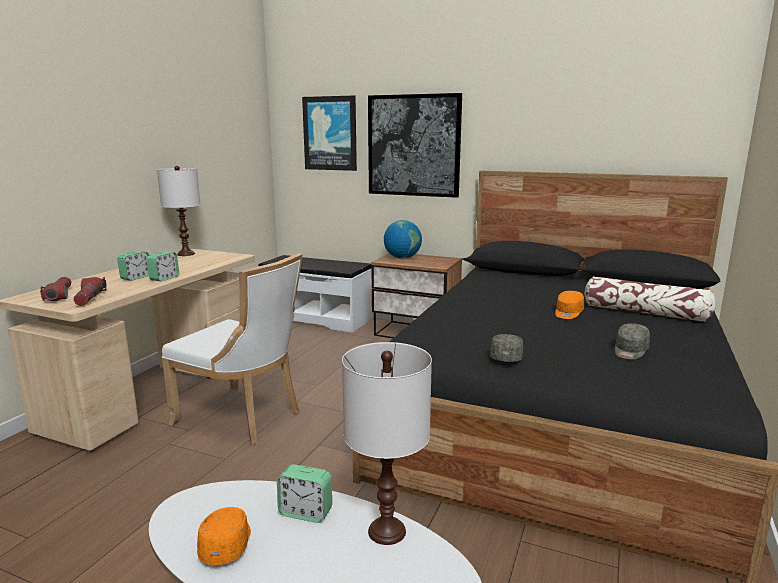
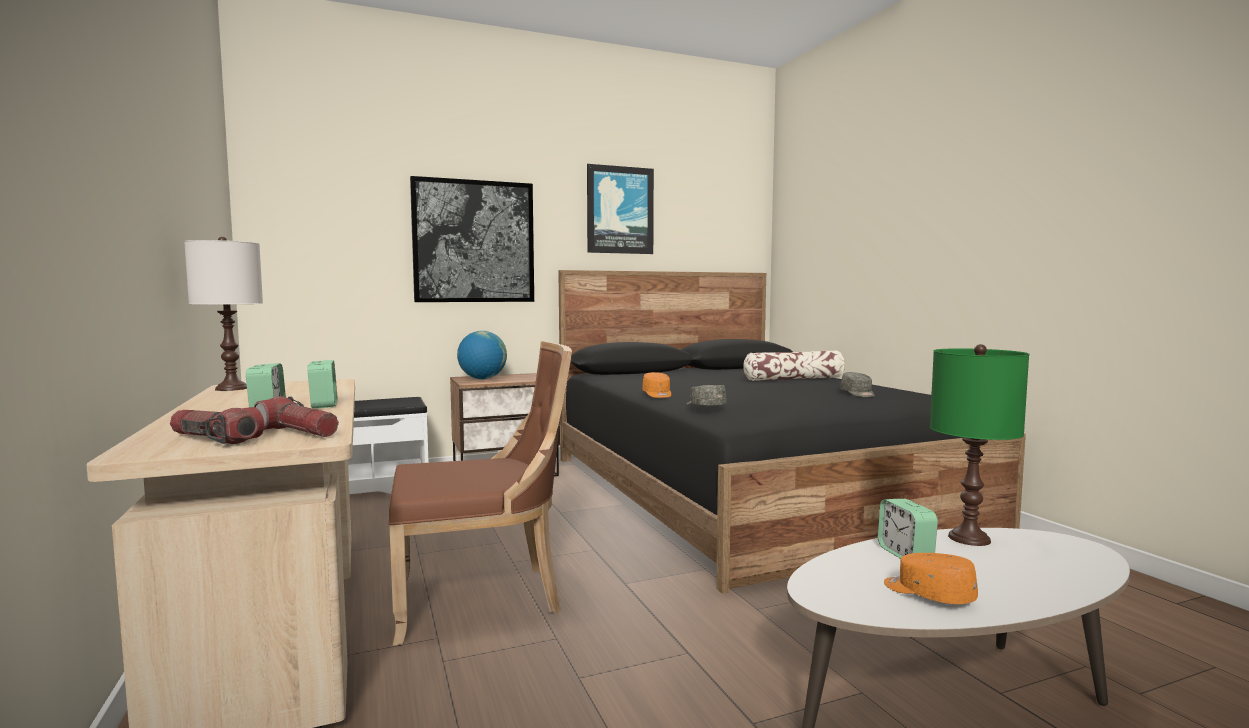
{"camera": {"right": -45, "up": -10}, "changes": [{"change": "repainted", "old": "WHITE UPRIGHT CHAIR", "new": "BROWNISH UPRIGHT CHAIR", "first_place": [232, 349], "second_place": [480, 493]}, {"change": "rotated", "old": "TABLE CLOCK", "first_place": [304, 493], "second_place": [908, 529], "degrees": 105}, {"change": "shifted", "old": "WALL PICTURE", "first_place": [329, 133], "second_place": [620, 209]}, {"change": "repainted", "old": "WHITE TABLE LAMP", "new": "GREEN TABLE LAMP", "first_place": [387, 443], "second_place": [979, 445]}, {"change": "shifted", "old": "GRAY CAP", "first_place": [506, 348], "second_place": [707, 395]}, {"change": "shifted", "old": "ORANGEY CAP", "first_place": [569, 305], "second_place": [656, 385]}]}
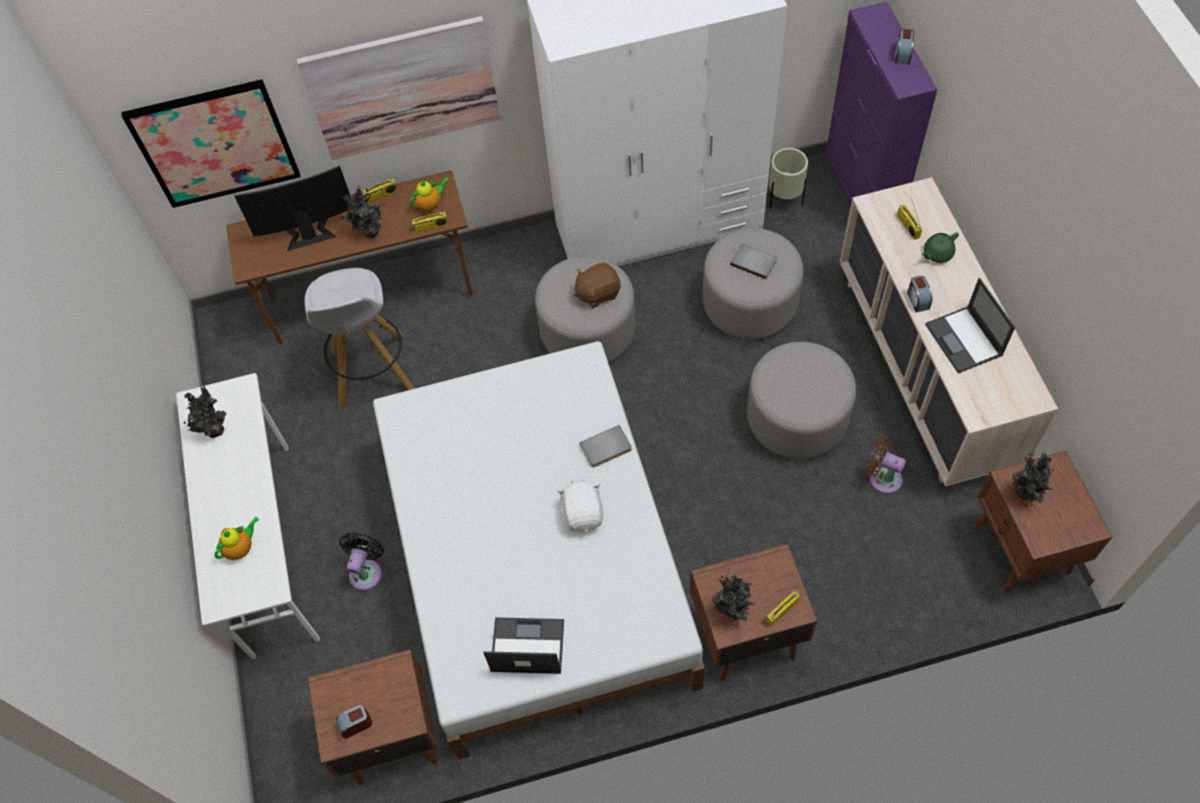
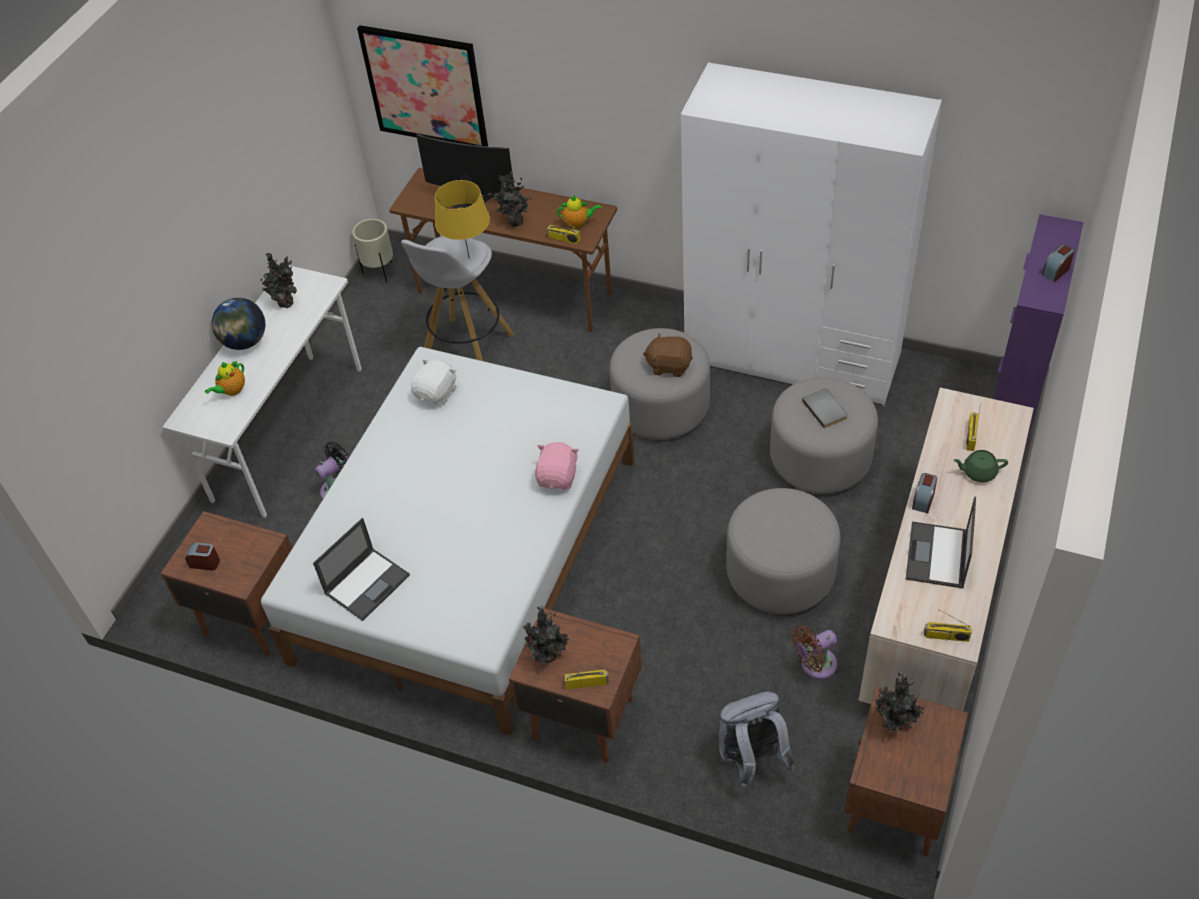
{"camera": {"right": 35, "up": -10}, "changes": [{"change": "rotated", "old": "TEAPOT", "first_place": [237, 538], "second_place": [225, 378], "degrees": 135}, {"change": "gone", "old": "WALL PICTURE", "first_place": [398, 88]}, {"change": "shifted", "old": "RADIO", "first_place": [380, 189], "second_place": [948, 625]}, {"change": "rotated", "old": "LAPTOP", "first_place": [523, 645], "second_place": [361, 569], "degrees": 90}, {"change": "shifted", "old": "WHITE PLUSH TOY", "first_place": [580, 506], "second_place": [434, 382]}, {"change": "swapped", "old": "GRAY VOLUME", "new": "PINK PLUSH TOY", "first_place": [605, 446], "second_place": [557, 466]}, {"change": "shifted", "old": "BEIGE FLOWER POT", "first_place": [788, 178], "second_place": [372, 250]}, {"change": "rotated", "old": "BROWNISH ELECTRIC FAN", "first_place": [885, 464], "second_place": [815, 652], "degrees": -90}, {"change": "new", "new": "DESK GLOBE", "second_place": [238, 324]}, {"change": "new", "new": "YELLOW-COLOURED TABLE LAMP", "second_place": [462, 218]}, {"change": "new", "new": "GRAY RUCKSACK", "second_place": [757, 740]}]}
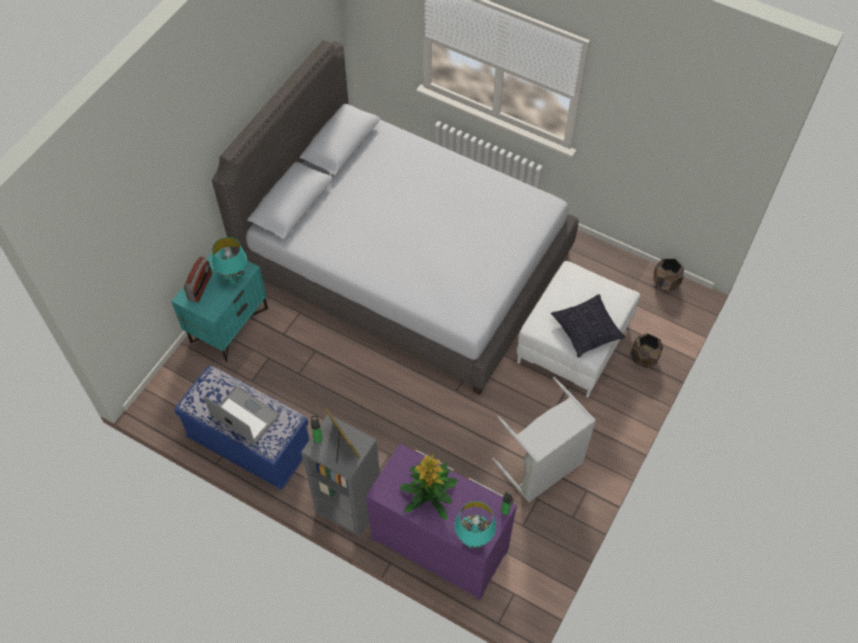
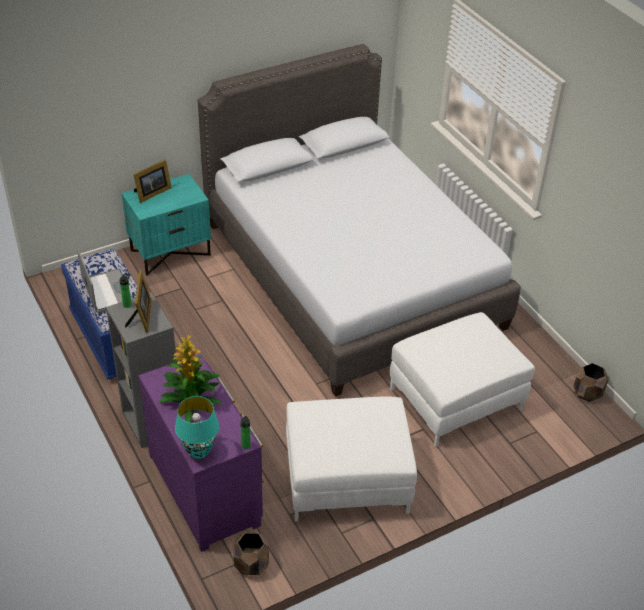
{"camera": {"right": 30, "up": -15}, "changes": [{"change": "swapped", "old": "RADIO", "new": "PICTURE FRAME", "first_place": [198, 279], "second_place": [152, 181]}, {"change": "gone", "old": "BLUE-GREEN TABLE LAMP", "first_place": [229, 260]}, {"change": "swapped", "old": "GRAY WASHING BASKET", "new": "WHITE OTTOMAN", "first_place": [544, 439], "second_place": [351, 458]}, {"change": "gone", "old": "CUSHION", "first_place": [588, 325]}, {"change": "shifted", "old": "BROWNISH FLOWER POT", "first_place": [646, 350], "second_place": [251, 554]}]}
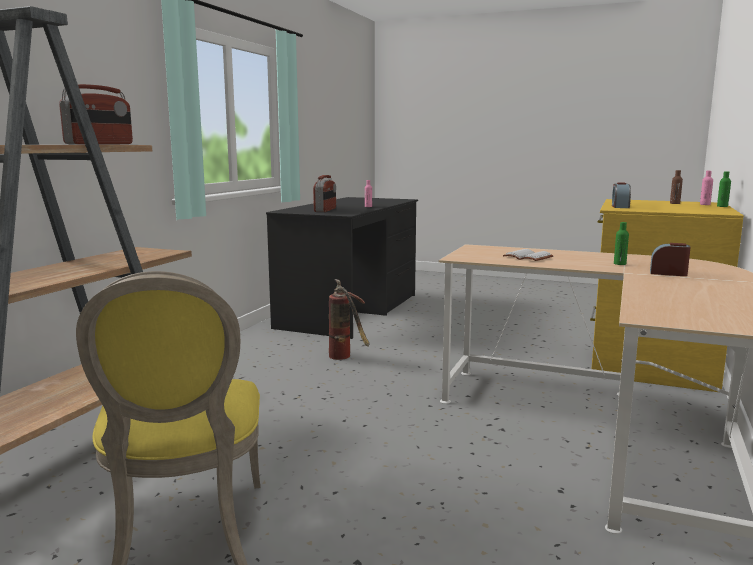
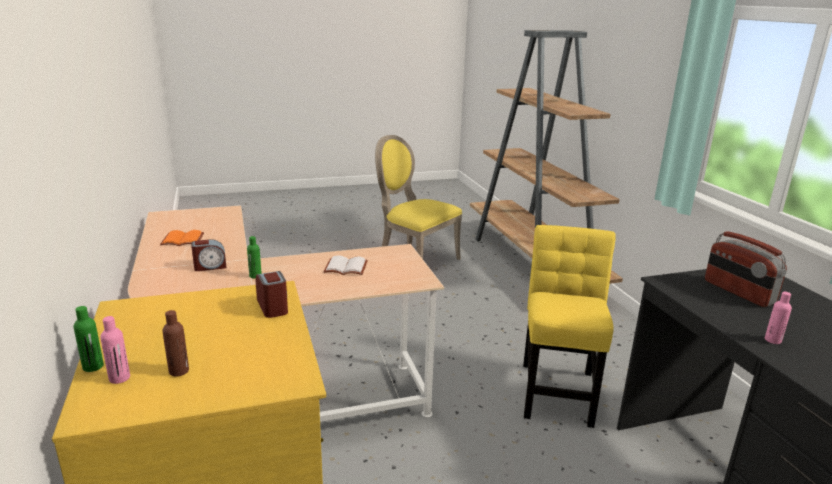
{"camera": {"right": 140, "up": 10}, "changes": [{"change": "gone", "old": "RADIO", "first_place": [96, 114]}, {"change": "swapped", "old": "FIRE EXTINGUISHER", "new": "YELLOW-COLOURED UPRIGHT CHAIR", "first_place": [349, 319], "second_place": [569, 326]}, {"change": "new", "new": "ORANGEY VOLUME", "second_place": [182, 238]}]}
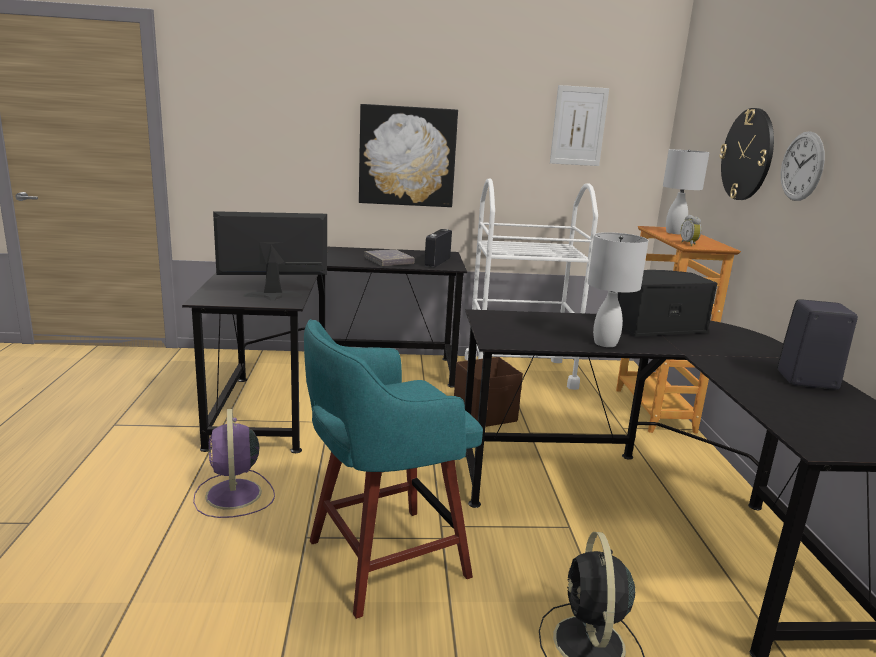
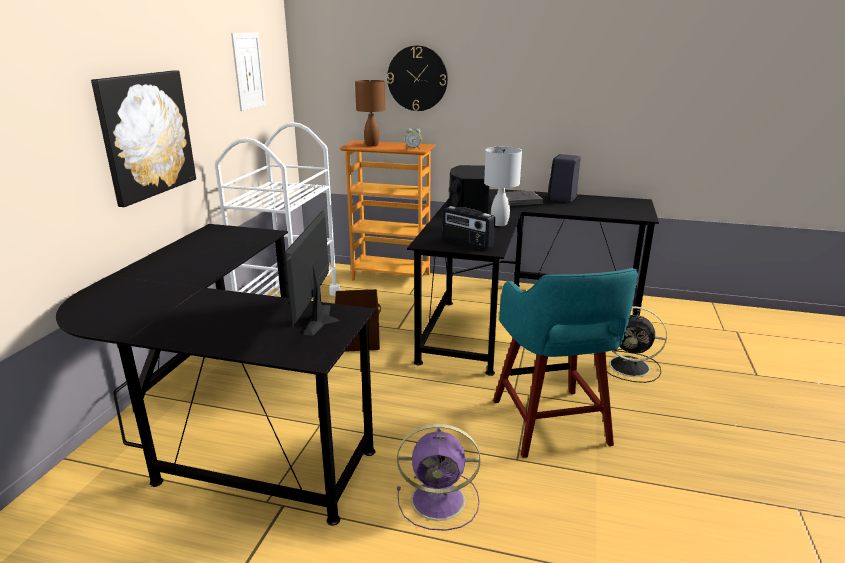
{"camera": {"right": -70, "up": 5}, "changes": [{"change": "shifted", "old": "GRAY VOLUME", "first_place": [390, 257], "second_place": [524, 198]}, {"change": "shifted", "old": "RADIO", "first_place": [438, 248], "second_place": [468, 228]}, {"change": "repainted", "old": "WHITE TABLE LAMP", "new": "BROWNISH TABLE LAMP", "first_place": [686, 191], "second_place": [370, 113]}, {"change": "gone", "old": "CLOCK ON THE WALL", "first_place": [803, 166]}]}
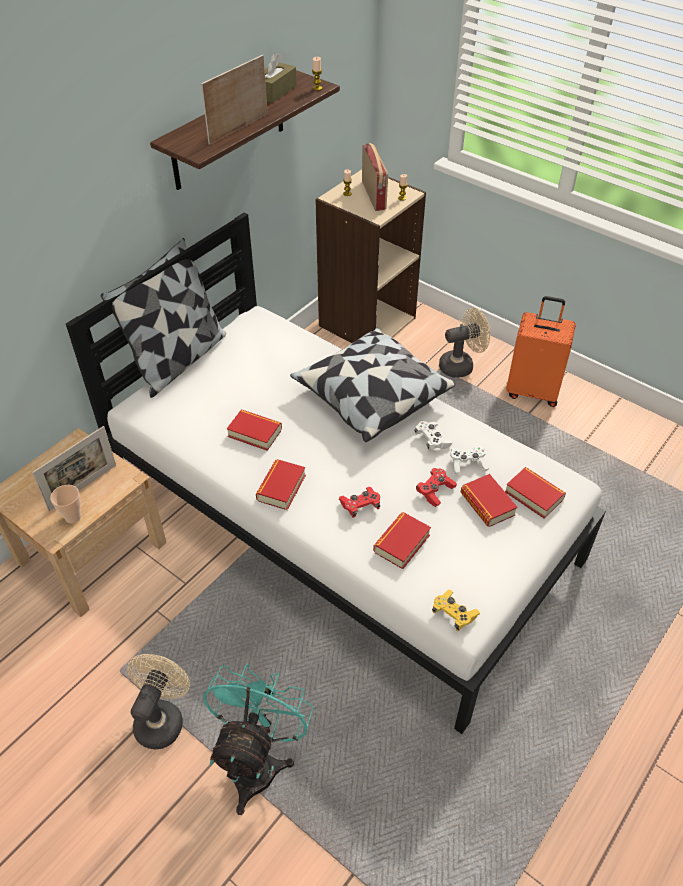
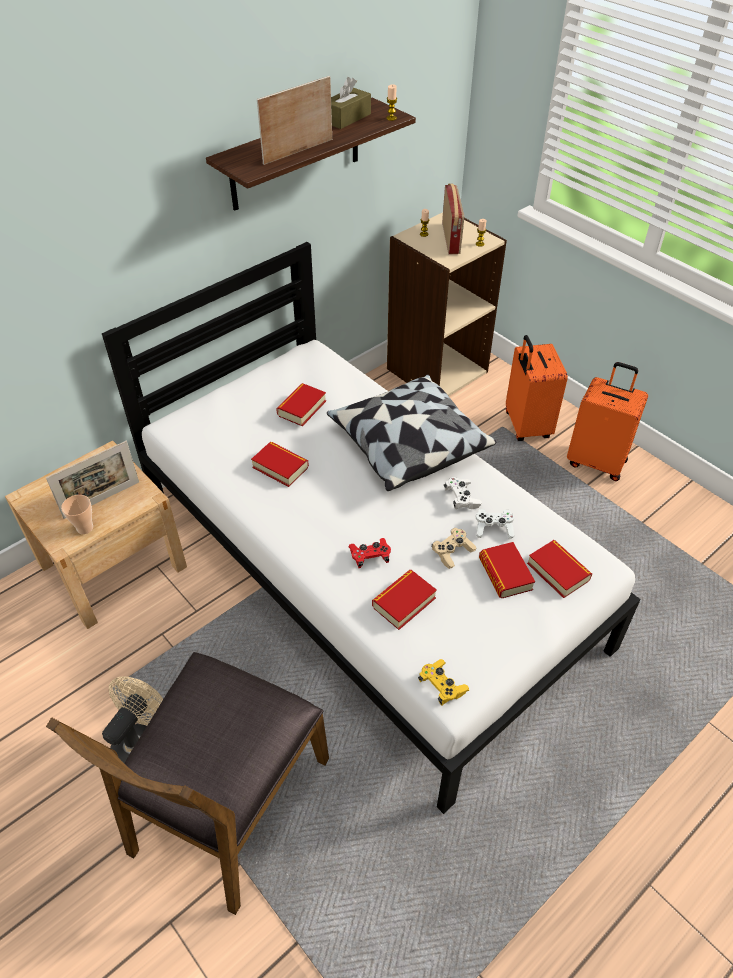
{"camera": {"right": 10, "up": 0}, "changes": [{"change": "gone", "old": "CUSHION", "first_place": [163, 318]}, {"change": "swapped", "old": "BLUE-GREEN ELECTRIC FAN", "new": "BROWNISH UPRIGHT CHAIR", "first_place": [258, 739], "second_place": [187, 783]}, {"change": "shifted", "old": "VOLUME", "first_place": [281, 484], "second_place": [301, 404]}, {"change": "repainted", "old": "REDDISH JOYPAD", "new": "BEIGE JOYPAD", "first_place": [436, 487], "second_place": [454, 548]}, {"change": "swapped", "old": "BEIGE ELECTRIC FAN", "new": "ORANGEY SUITCASE", "first_place": [464, 343], "second_place": [537, 388]}]}
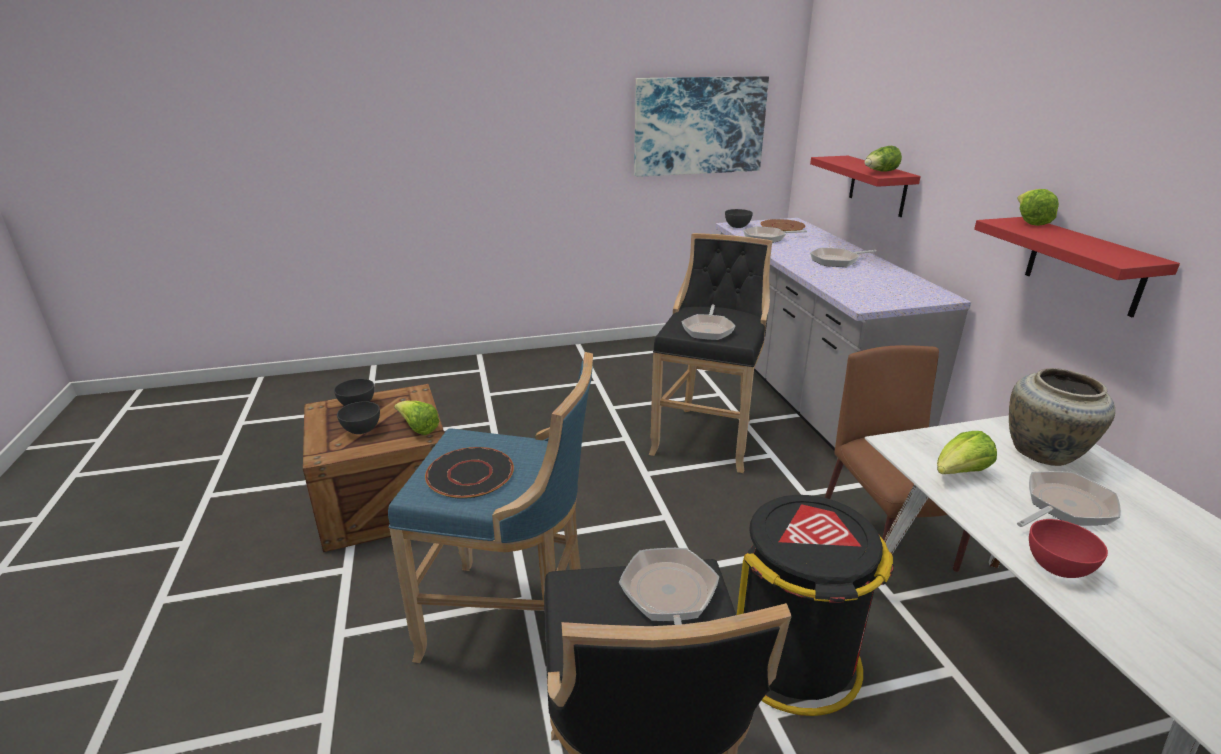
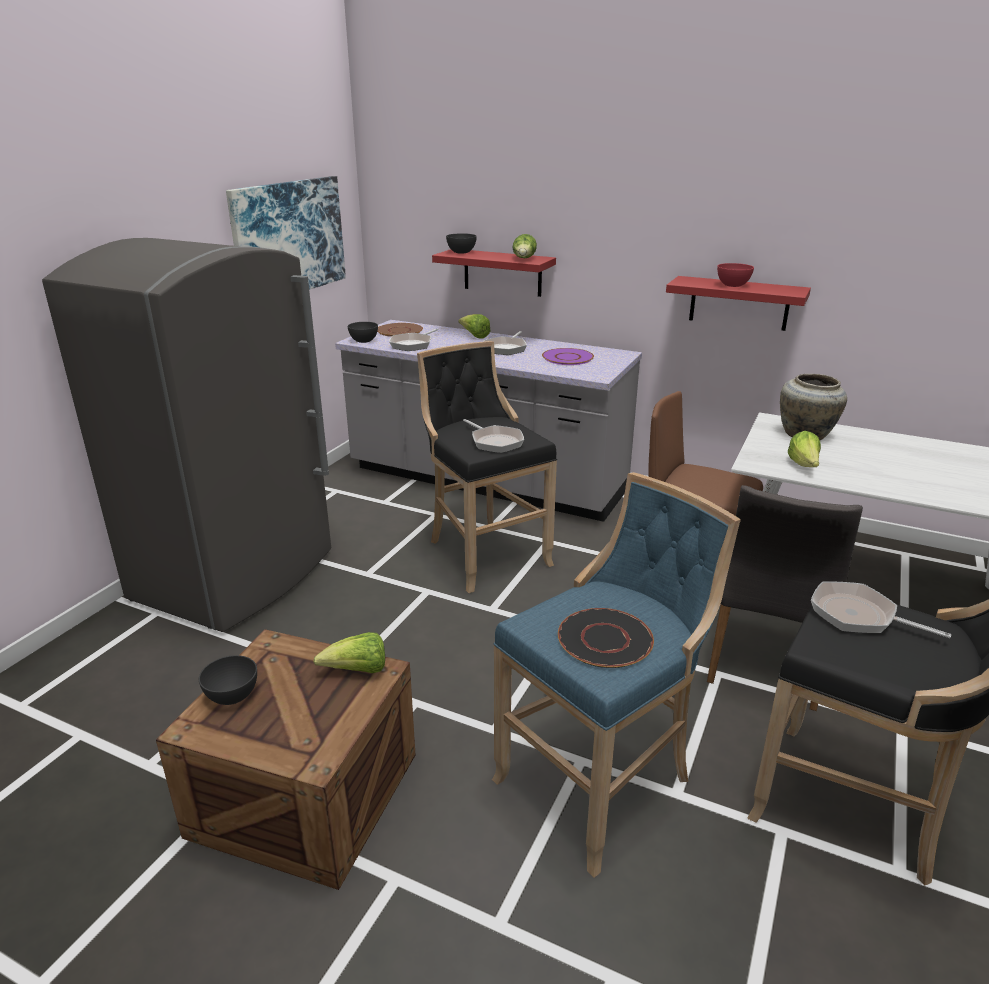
{"camera": {"right": -50, "up": 0}, "changes": [{"change": "shifted", "old": "GRAY SERVING BOWL", "first_place": [358, 417], "second_place": [461, 243]}, {"change": "swapped", "old": "BLACK-COLOURED WASTE BIN", "new": "GRAY UPRIGHT CHAIR", "first_place": [815, 605], "second_place": [785, 598]}, {"change": "shifted", "old": "LETTUCE HEAD", "first_place": [1038, 207], "second_place": [474, 326]}, {"change": "gone", "old": "FRYING PAN", "first_place": [1069, 499]}, {"change": "shifted", "old": "REDDISH SERVING BOWL", "first_place": [1068, 548], "second_place": [735, 275]}, {"change": "new", "new": "GRAY REFRIGERATOR", "second_place": [186, 435]}, {"change": "new", "new": "PURPLE-COLOURED PLATE", "second_place": [568, 356]}]}
